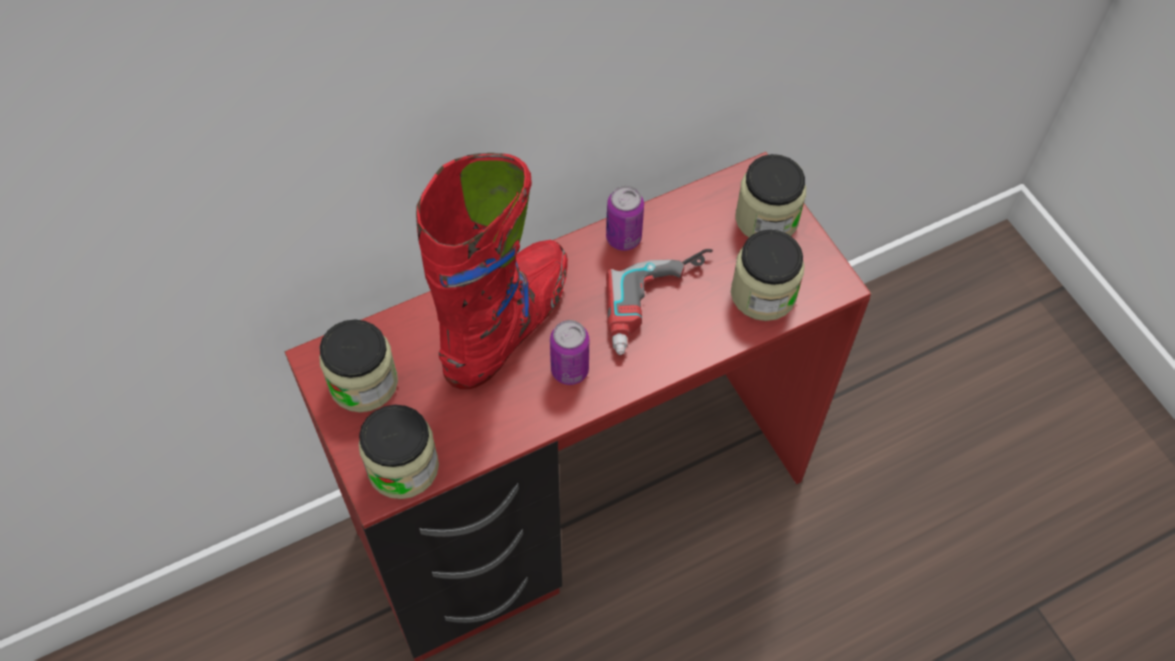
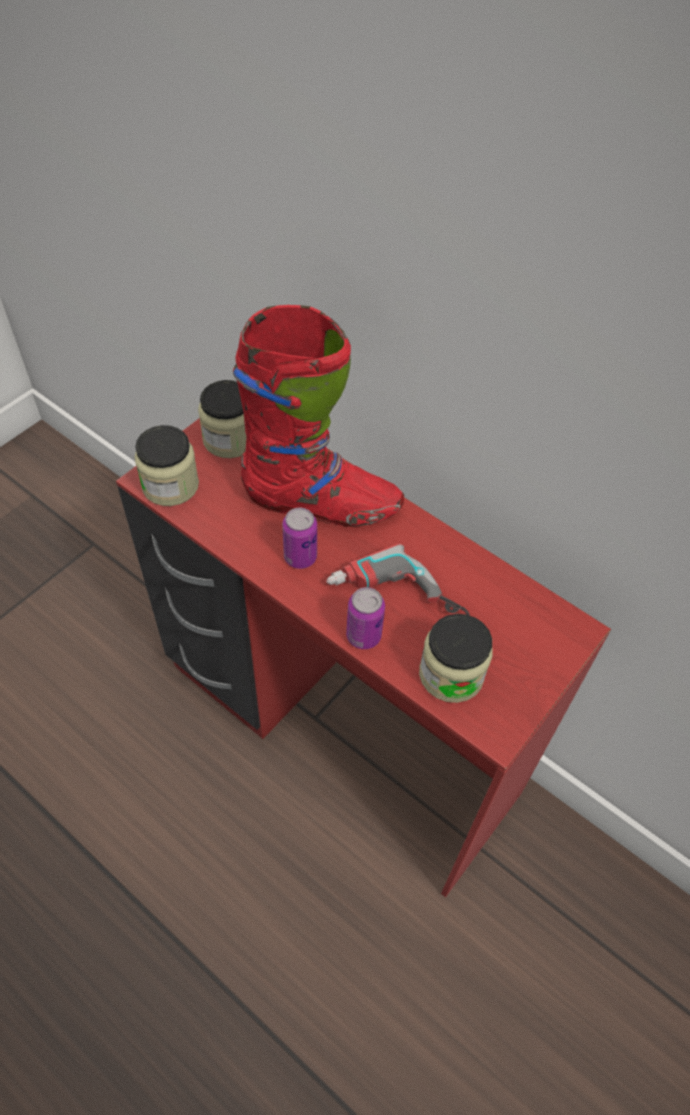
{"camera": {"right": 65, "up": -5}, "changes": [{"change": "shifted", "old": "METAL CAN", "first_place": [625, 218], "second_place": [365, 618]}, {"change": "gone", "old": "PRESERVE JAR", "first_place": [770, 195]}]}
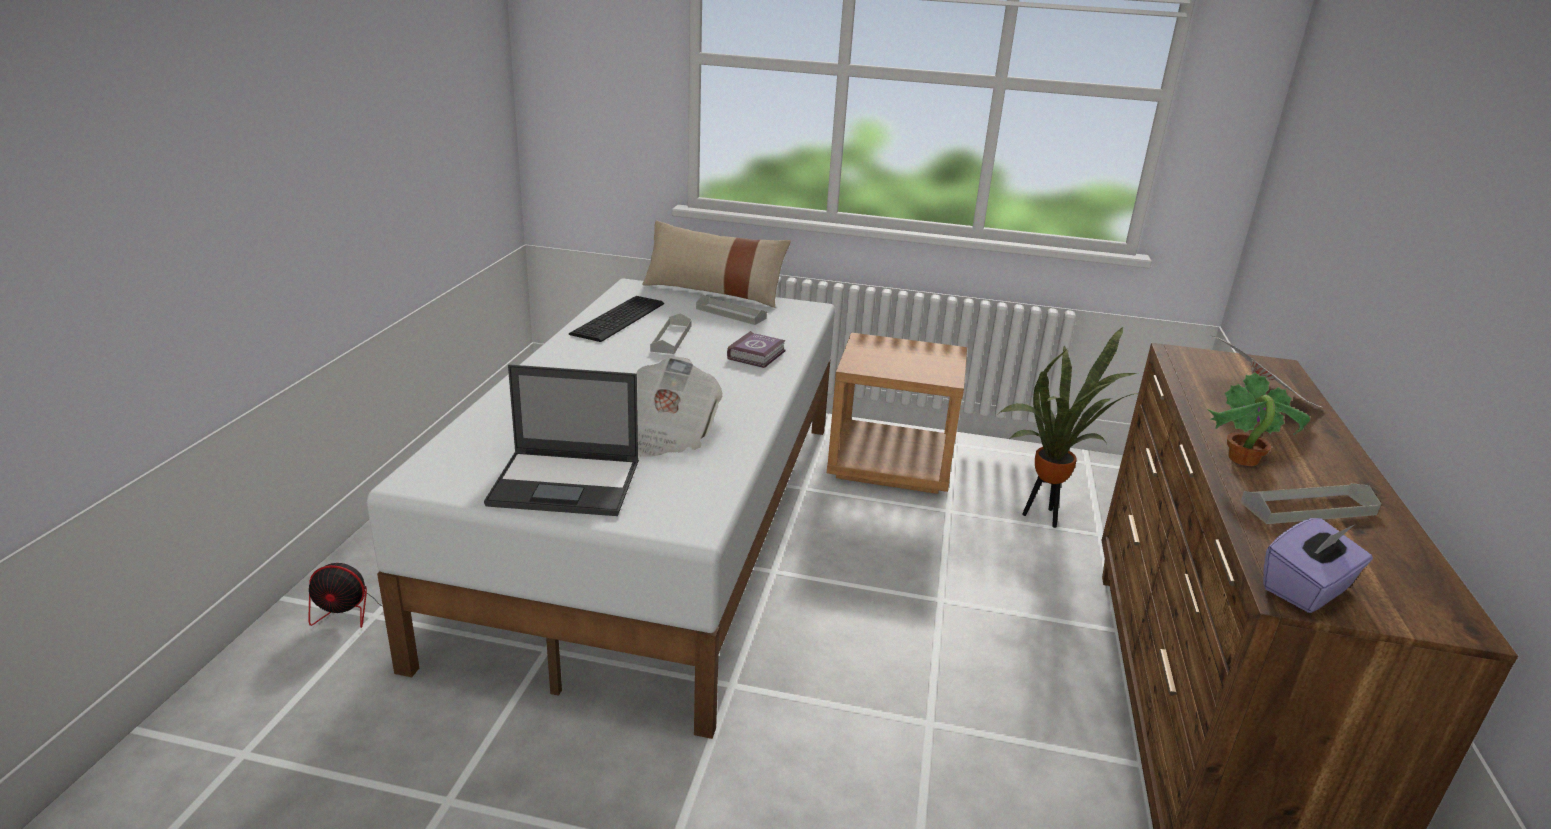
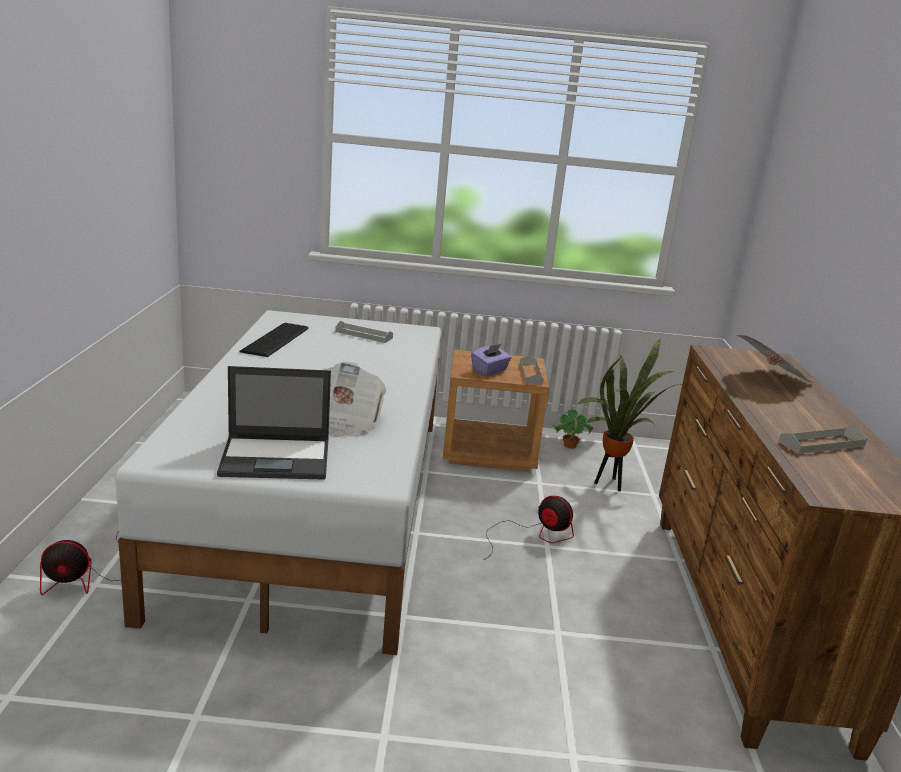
{"camera": {"right": -10, "up": -5}, "changes": [{"change": "gone", "old": "BEIGE CUSHION", "first_place": [716, 264]}, {"change": "shifted", "old": "GRAY CARRYING TRAY", "first_place": [671, 333], "second_place": [532, 369]}, {"change": "gone", "old": "VOLUME", "first_place": [756, 349]}, {"change": "shifted", "old": "PLANT IN A POT", "first_place": [1258, 419], "second_place": [573, 429]}, {"change": "shifted", "old": "PURPLE-COLOURED TISSUE BOX", "first_place": [1318, 565], "second_place": [491, 360]}, {"change": "new", "new": "ELECTRIC FAN", "second_place": [529, 528]}]}
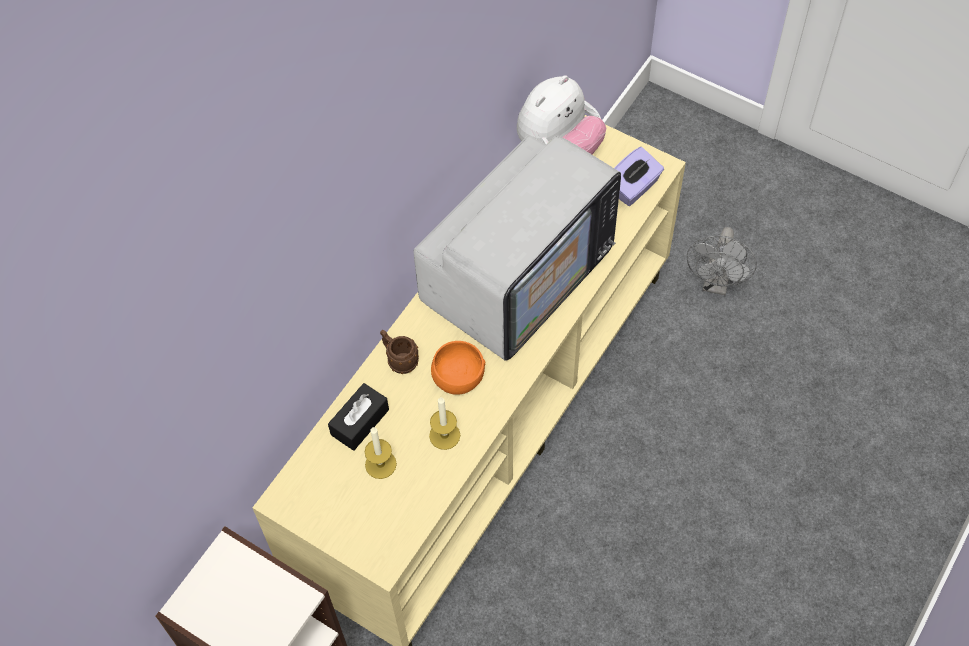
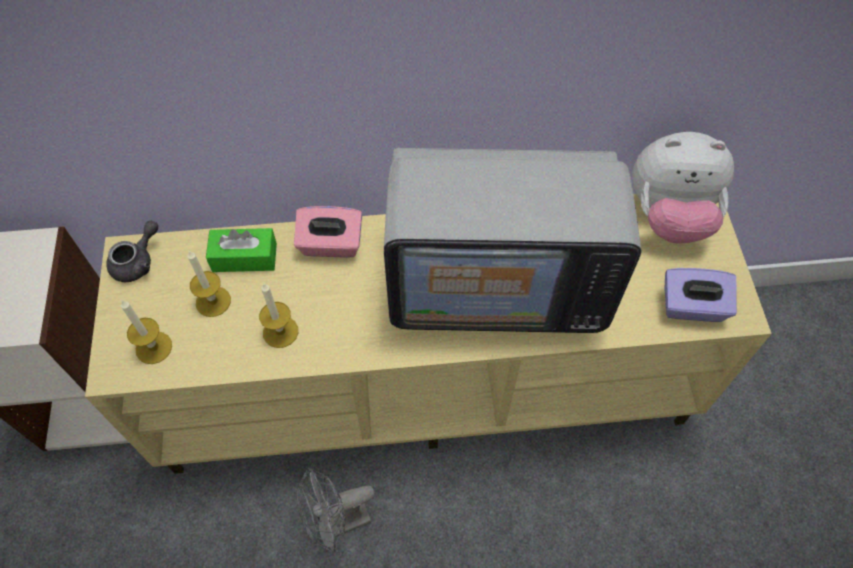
{"camera": {"right": 50, "up": 0}, "changes": [{"change": "repainted", "old": "BLACK-COLOURED TISSUE BOX", "new": "GREEN TISSUE BOX", "first_place": [358, 417], "second_place": [241, 250]}, {"change": "swapped", "old": "BROWNISH COFFEE MUG", "new": "PINK TISSUE BOX", "first_place": [399, 352], "second_place": [328, 232]}, {"change": "gone", "old": "ORANGEY SERVING BOWL", "first_place": [458, 368]}, {"change": "shifted", "old": "GRAY ELECTRIC FAN", "first_place": [722, 261], "second_place": [336, 510]}, {"change": "new", "new": "GRAY TEAPOT", "second_place": [132, 251]}, {"change": "new", "new": "WAX LIGHT", "second_place": [146, 332]}]}
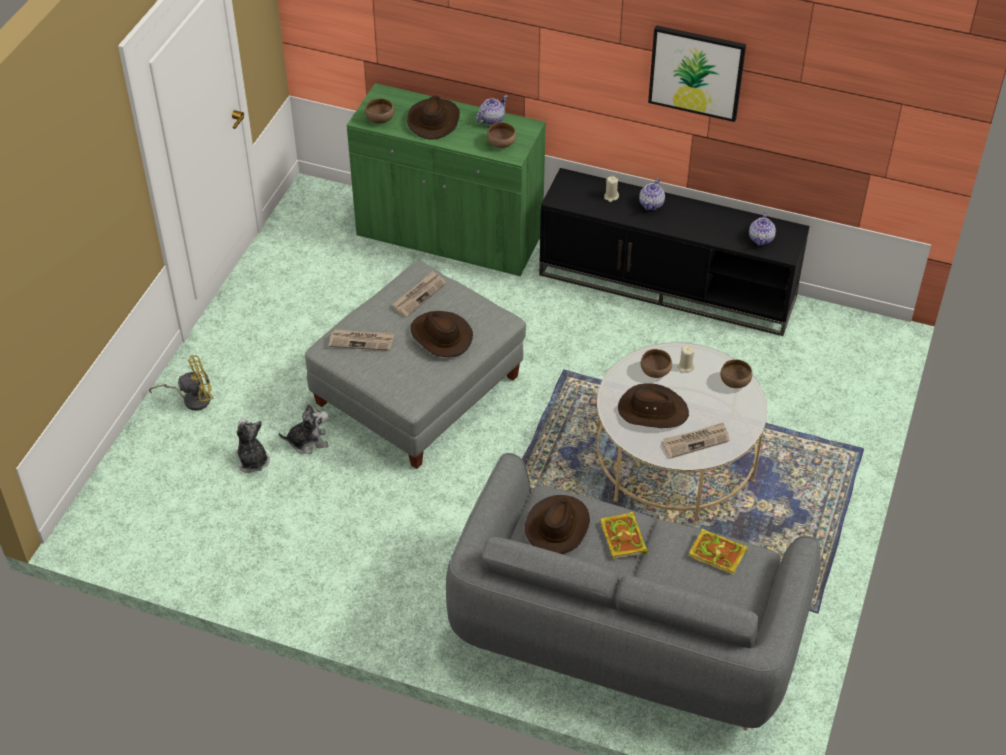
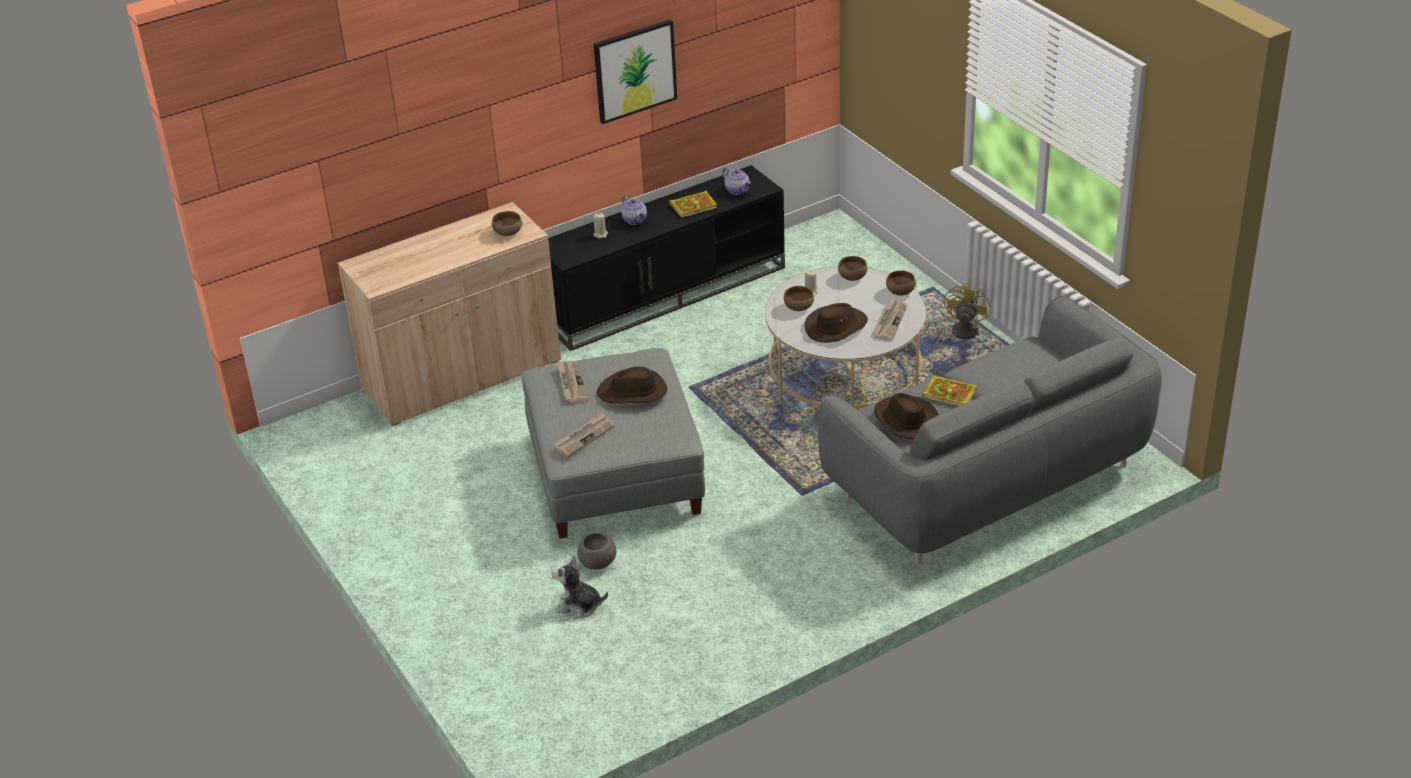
{"camera": {"right": -50, "up": -10}, "changes": [{"change": "shifted", "old": "YELLOW-COLOURED ELECTRIC FAN", "first_place": [181, 383], "second_place": [960, 316]}, {"change": "swapped", "old": "PLUSH TOY", "new": "GRAY SERVING BOWL", "first_place": [304, 428], "second_place": [596, 551]}, {"change": "repainted", "old": "GREEN CABINET", "new": "BEIGE CABINET", "first_place": [446, 179], "second_place": [449, 314]}, {"change": "shifted", "old": "BROWNISH SERVING BOWL", "first_place": [379, 111], "second_place": [901, 283]}, {"change": "gone", "old": "BROWNISH WEARABLE HAT", "first_place": [433, 118]}, {"change": "gone", "old": "TEAPOT", "first_place": [492, 110]}, {"change": "shifted", "old": "VOLUME", "first_place": [718, 551], "second_place": [693, 204]}]}
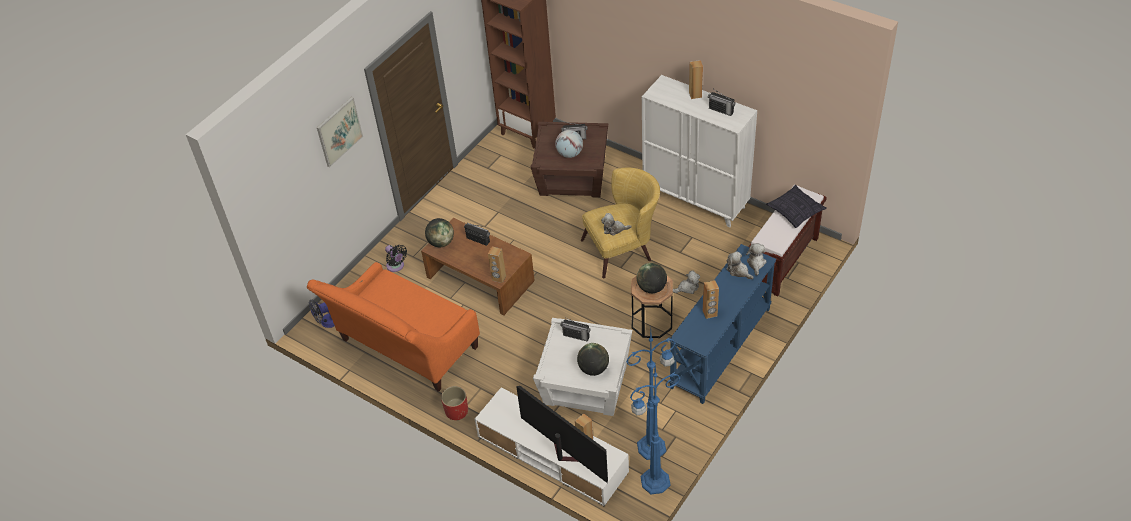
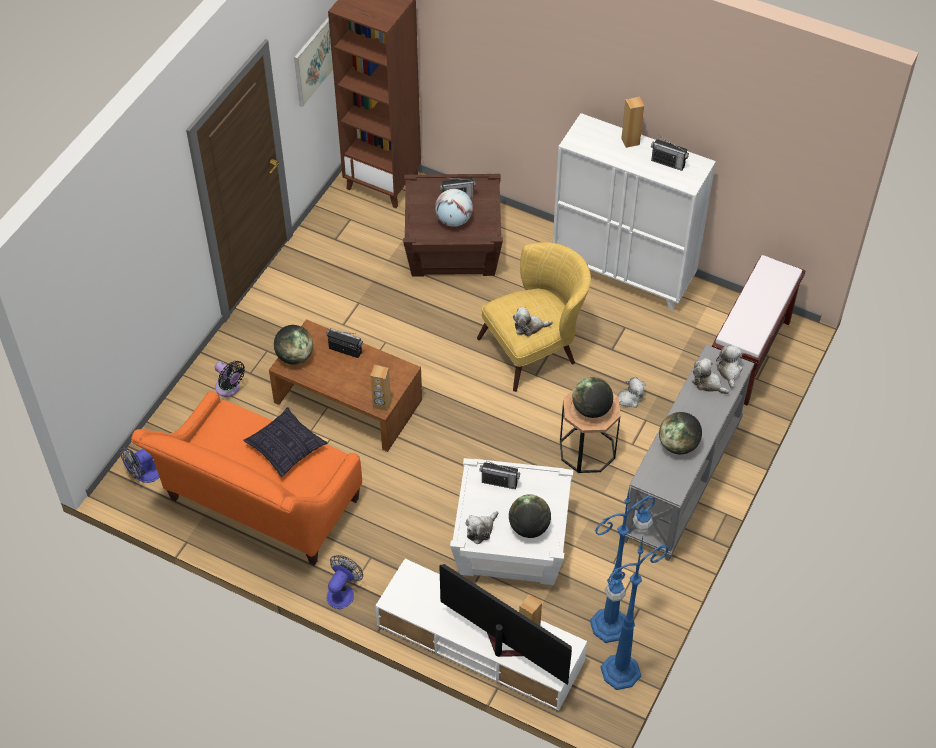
{"camera": {"right": -10, "up": 5}, "changes": [{"change": "shifted", "old": "WALL PICTURE", "first_place": [340, 132], "second_place": [313, 62]}, {"change": "swapped", "old": "REDDISH FLOWER POT", "new": "ELECTRIC FAN", "first_place": [454, 403], "second_place": [345, 582]}, {"change": "repainted", "old": "BLUE HALL TABLE", "new": "GRAY HALL TABLE", "first_place": [722, 324], "second_place": [689, 453]}, {"change": "swapped", "old": "BROWNISH AUDIO SPEAKER", "new": "DESK GLOBE", "first_place": [711, 299], "second_place": [680, 433]}, {"change": "shifted", "old": "CUSHION", "first_place": [796, 206], "second_place": [285, 442]}, {"change": "new", "new": "PLUSH TOY", "second_place": [481, 527]}]}
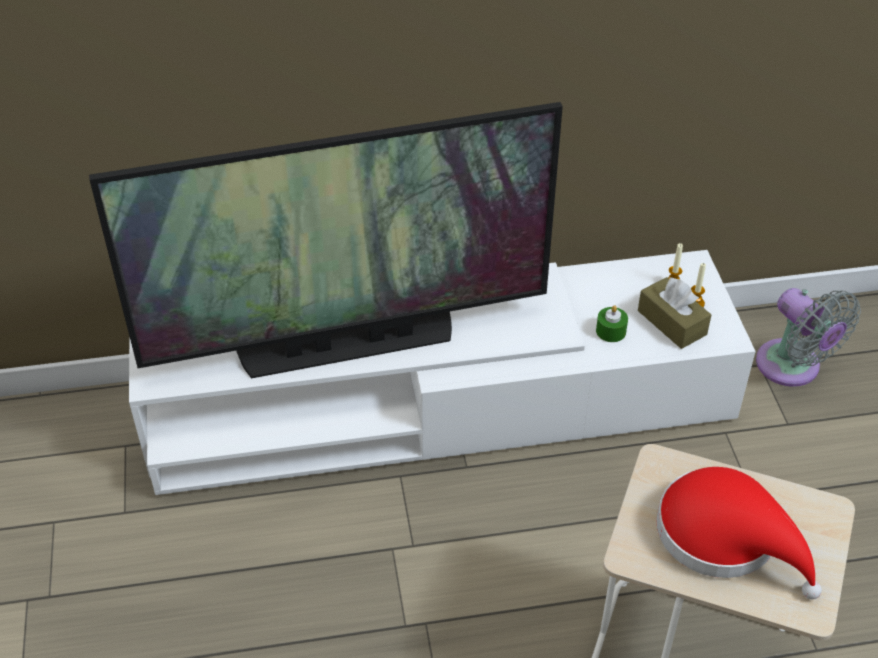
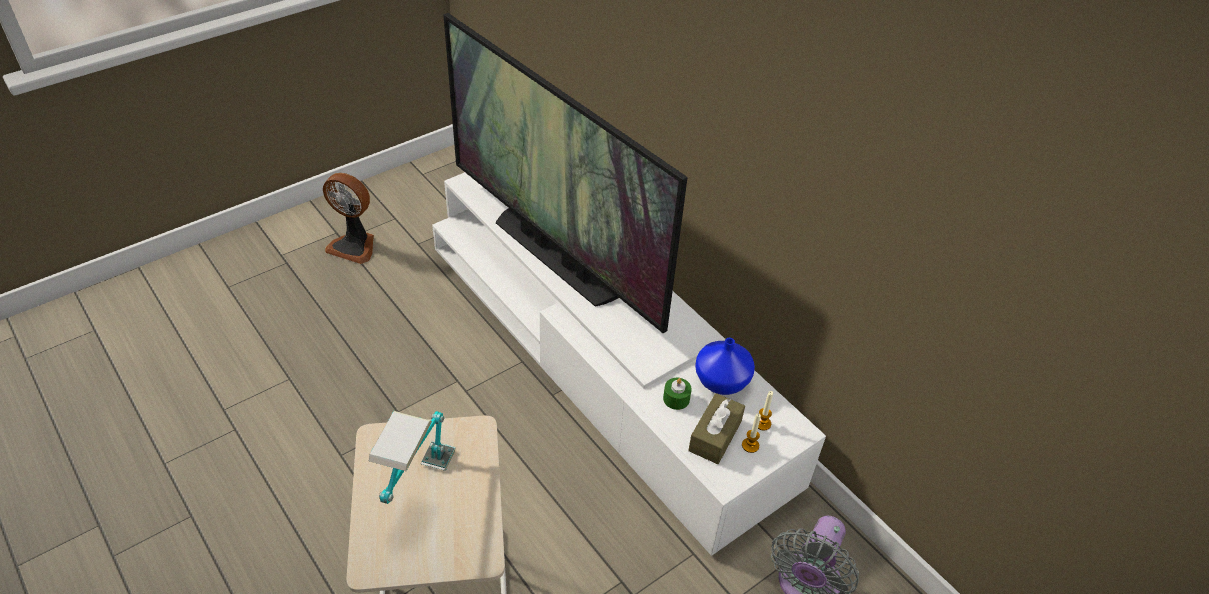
{"camera": {"right": 60, "up": 0}, "changes": [{"change": "swapped", "old": "REDDISH WEARABLE HAT", "new": "TABLE LAMP", "first_place": [739, 533], "second_place": [412, 457]}, {"change": "new", "new": "ELECTRIC FAN", "second_place": [348, 218]}, {"change": "new", "new": "BLUE FLOWER VASE", "second_place": [725, 366]}]}
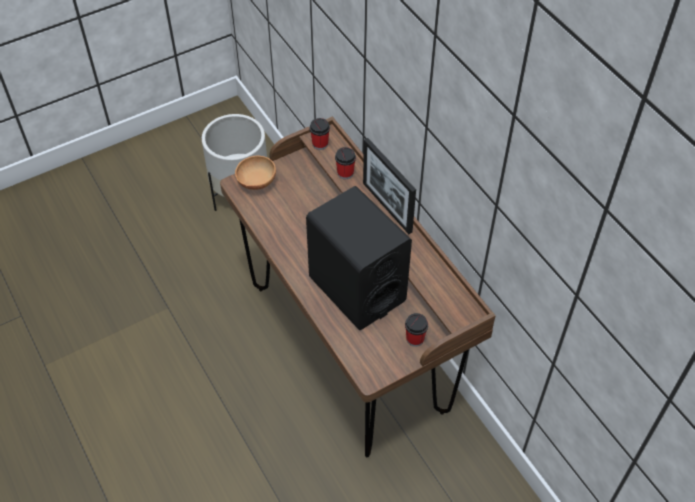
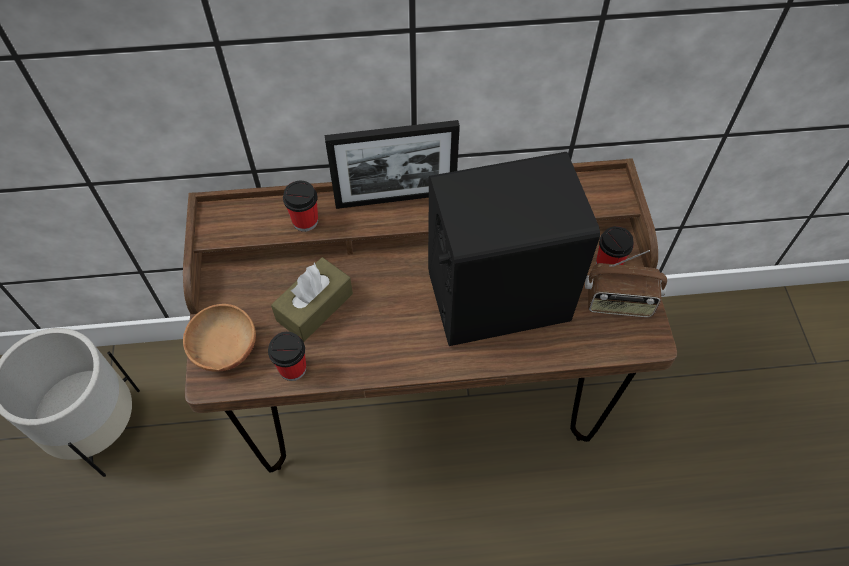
{"camera": {"right": -65, "up": 5}, "changes": [{"change": "shifted", "old": "SMALL CUP", "first_place": [320, 134], "second_place": [287, 356]}, {"change": "new", "new": "BROWNISH TISSUE BOX", "second_place": [312, 299]}, {"change": "new", "new": "RADIO", "second_place": [626, 283]}]}
